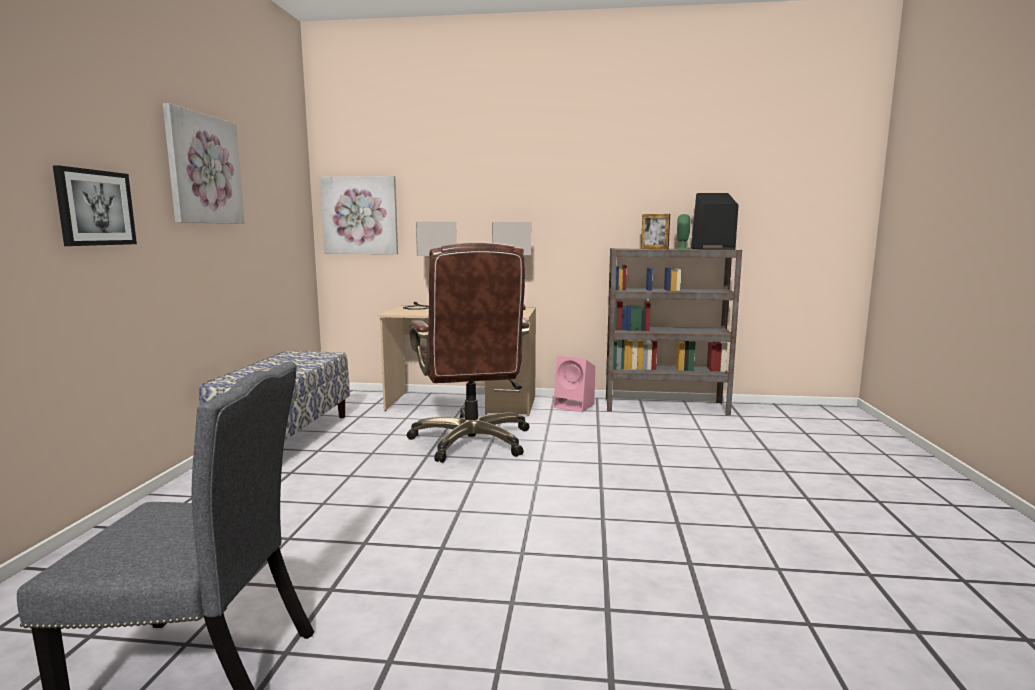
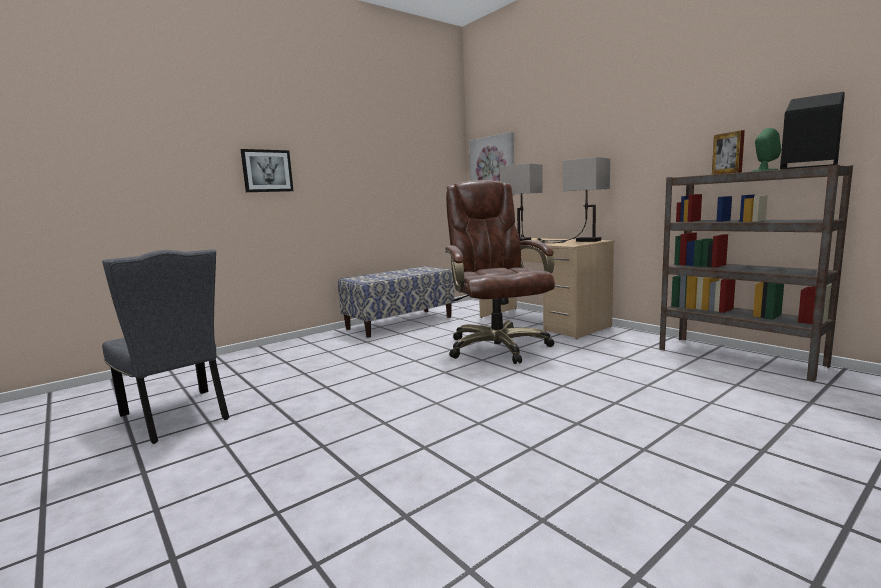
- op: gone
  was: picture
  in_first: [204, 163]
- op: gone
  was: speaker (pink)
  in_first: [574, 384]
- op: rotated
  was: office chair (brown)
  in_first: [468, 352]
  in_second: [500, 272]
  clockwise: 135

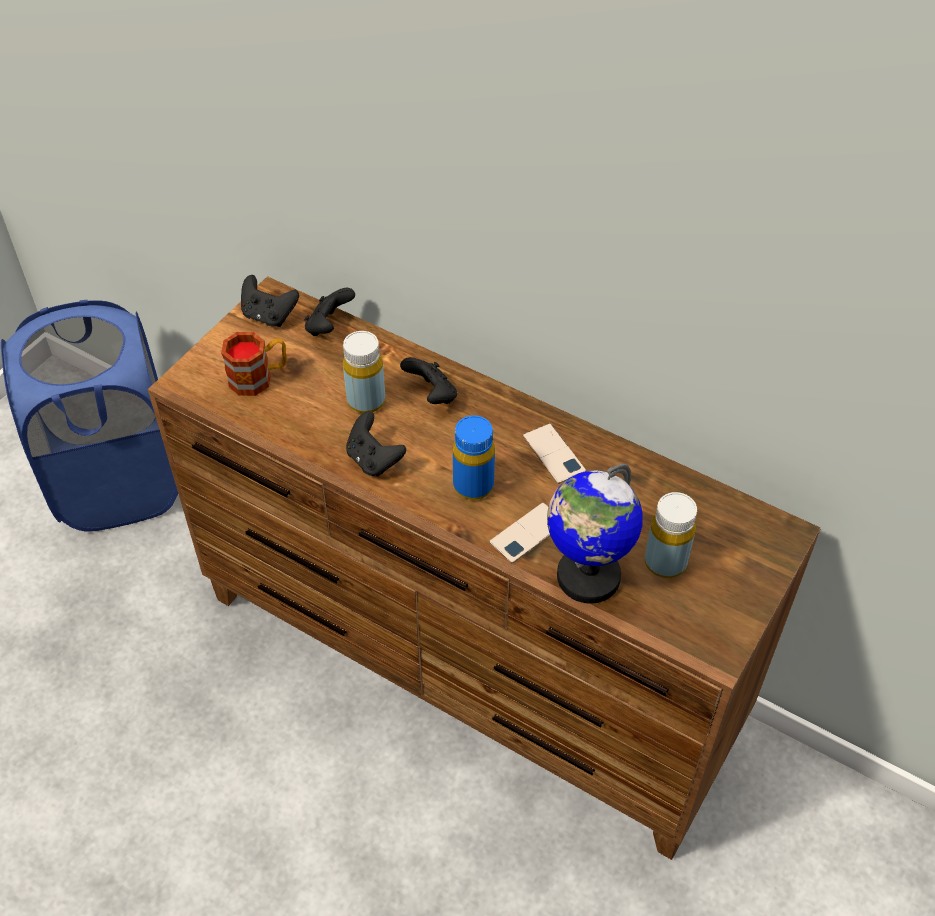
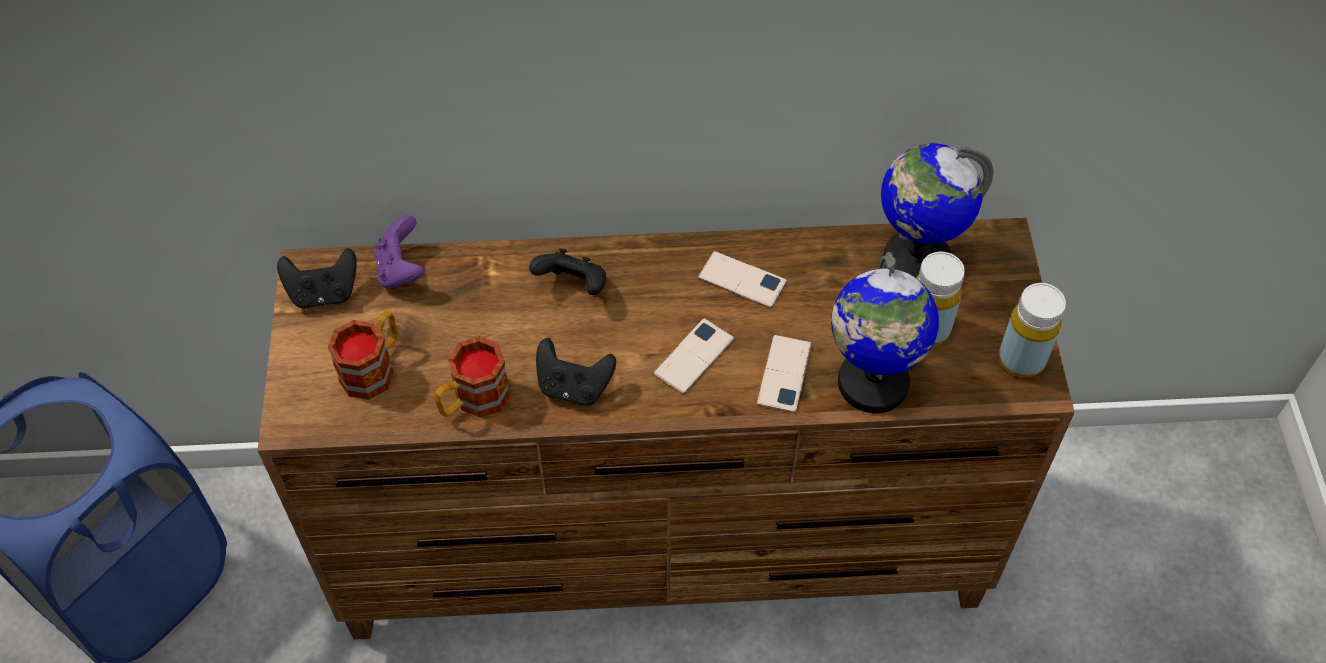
- op: new
  now: mug
  in_second: [472, 377]
- op: new
  now: globe
  in_second: [937, 210]
- op: shifted
  was: bottle (yellow)
  in_first: [364, 372]
  in_second: [1032, 330]
- op: swapped
  was: bottle (blue)
  now: phone
  in_first: [474, 457]
  in_second: [693, 356]
- op: repainted
  was: game controller (black)
  now: game controller (purple)
  in_first: [330, 312]
  in_second: [399, 252]

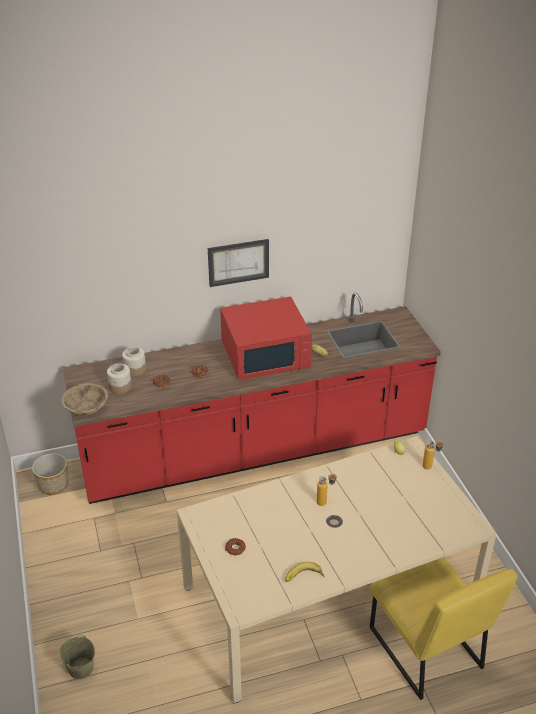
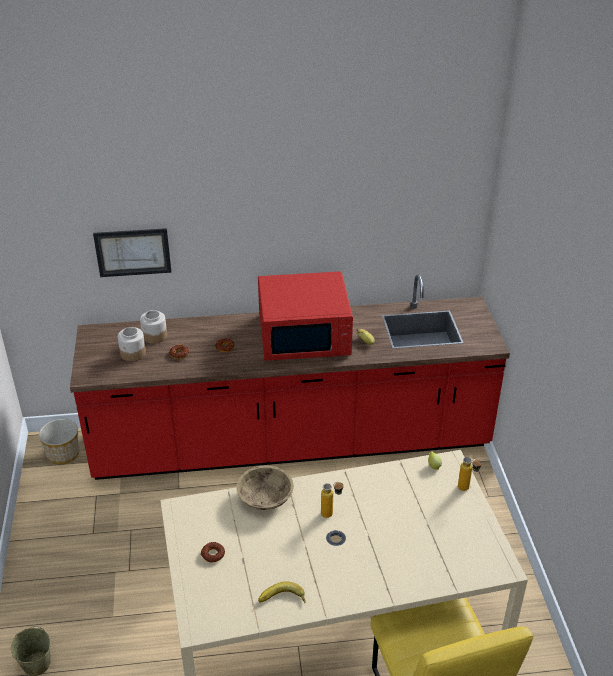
- op: shifted
  was: bowl (beige)
  in_first: [85, 399]
  in_second: [265, 487]
- op: shifted
  was: picture
  in_first: [238, 263]
  in_second: [132, 252]

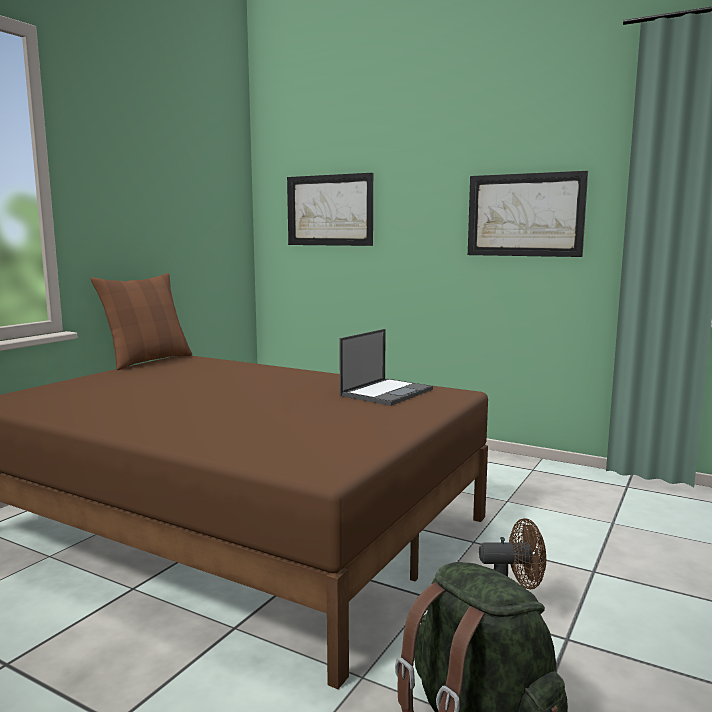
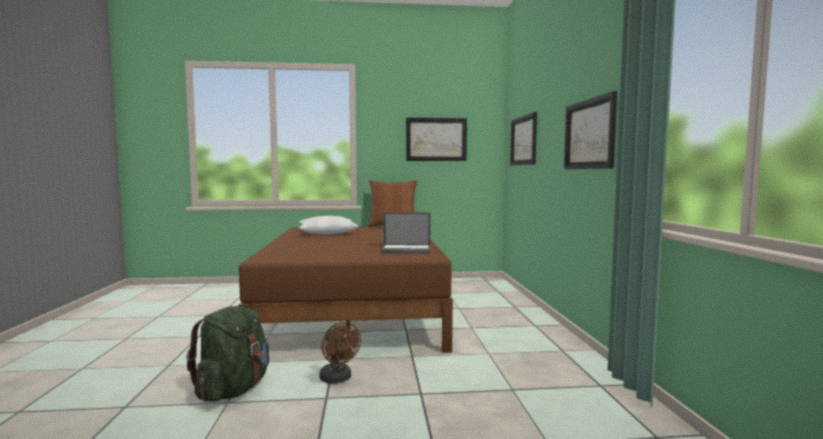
- op: new
  now: pillow (white)
  in_second: [328, 225]
- op: new
  now: picture
  in_second: [436, 139]

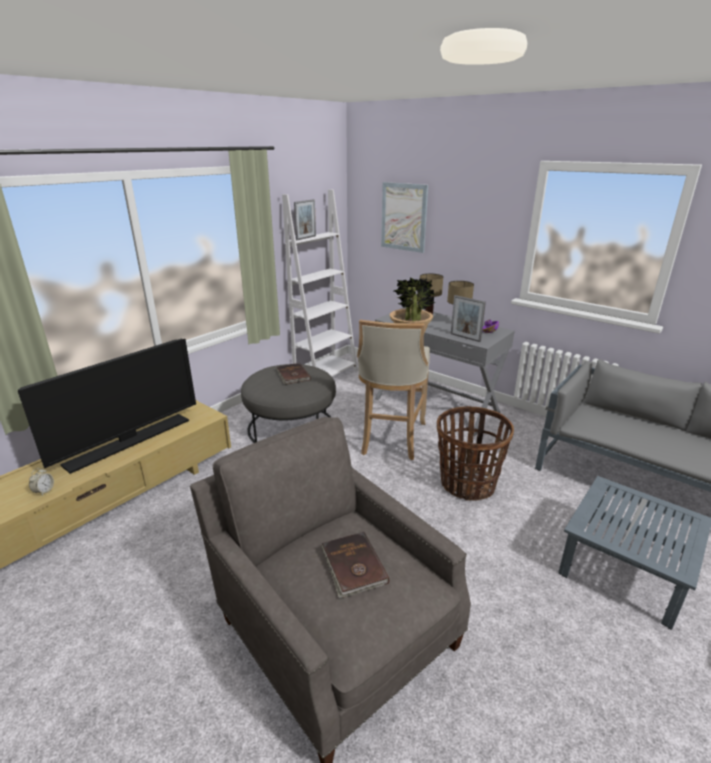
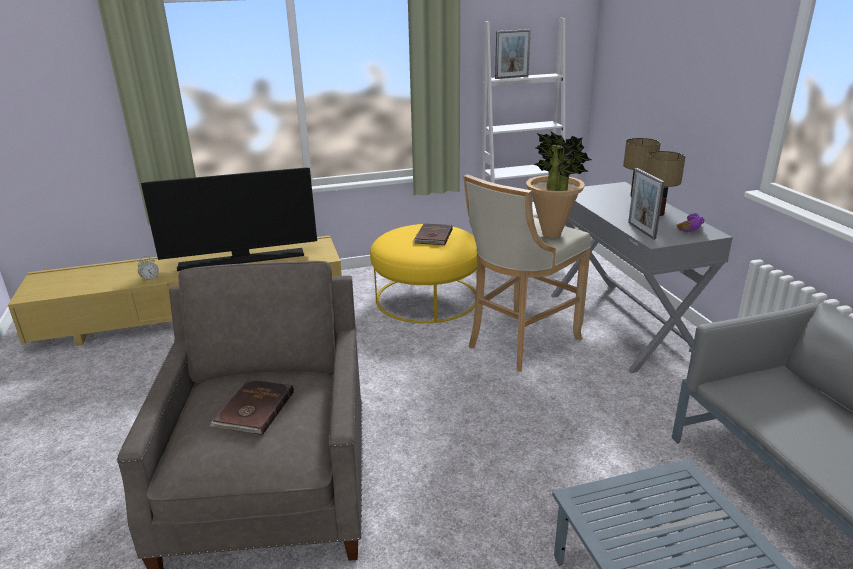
- op: gone
  was: picture
  in_first: [404, 217]
- op: gone
  was: basket
  in_first: [475, 453]
- op: repainted
  was: ottoman (grey)
  now: ottoman (yellow)
  in_first: [288, 403]
  in_second: [423, 273]

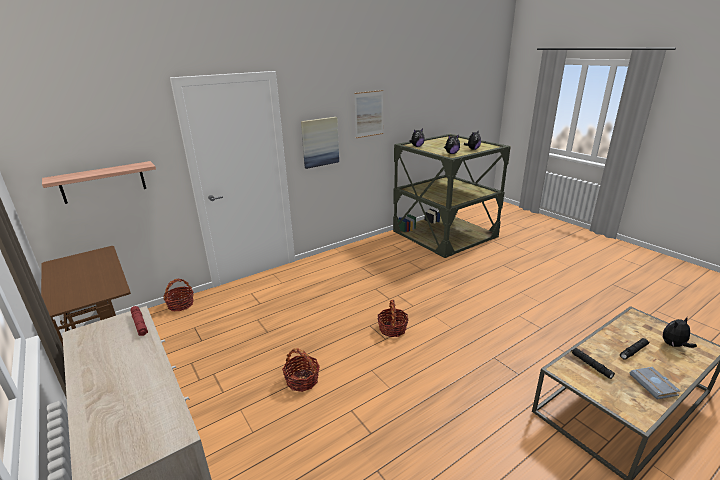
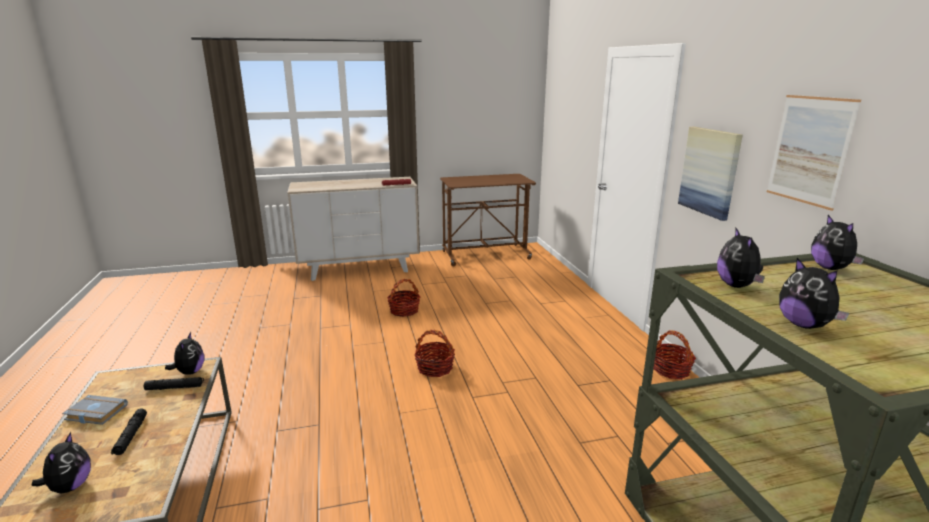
- op: gone
  was: shelf
  in_first: [99, 182]
- op: new
  now: plush toy
  in_second: [184, 353]
- op: shifted
  was: basket
  in_first: [178, 295]
  in_second: [674, 354]

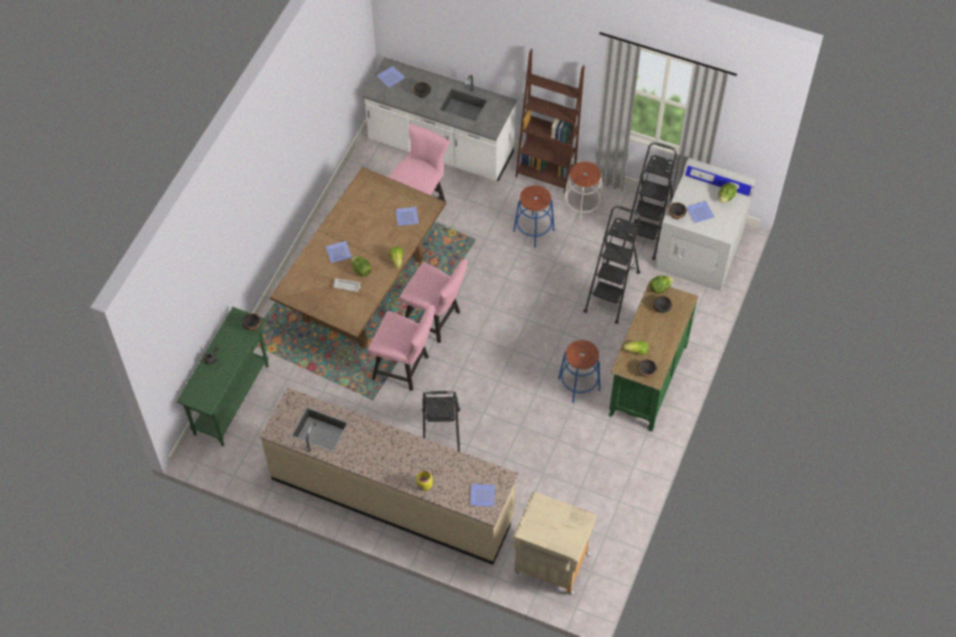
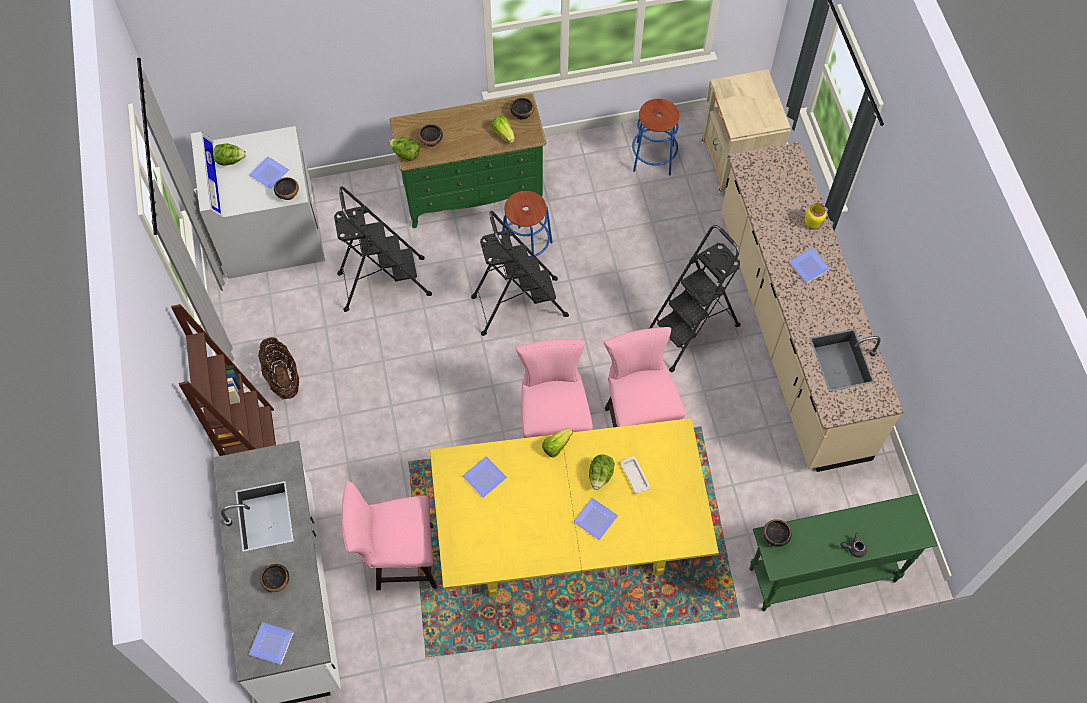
- op: shifted
  was: plate
  in_first: [482, 495]
  in_second: [809, 265]
- op: shifted
  was: stool (blue)
  in_first: [533, 216]
  in_second: [655, 137]
- op: shifted
  was: step ladder
  in_first: [649, 201]
  in_second: [520, 273]
- op: swapped
  was: stool (white)
  now: basket
  in_first: [582, 193]
  in_second: [278, 368]
- op: repainted
  was: dining table (brown)
  now: dining table (yellow)
  in_first: [358, 258]
  in_second: [574, 507]

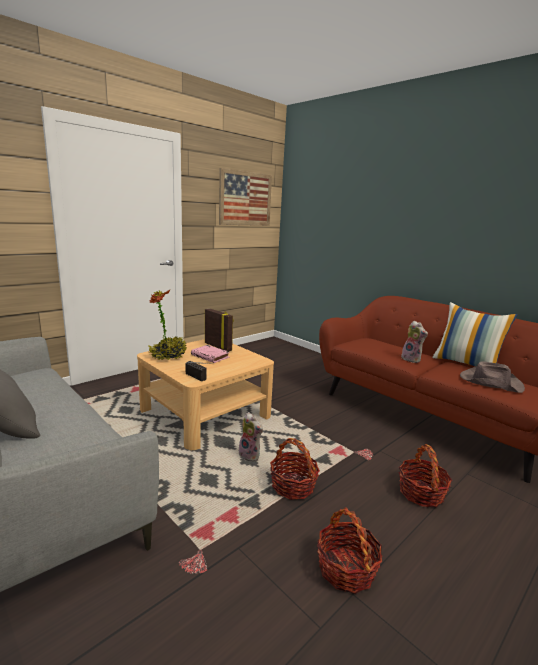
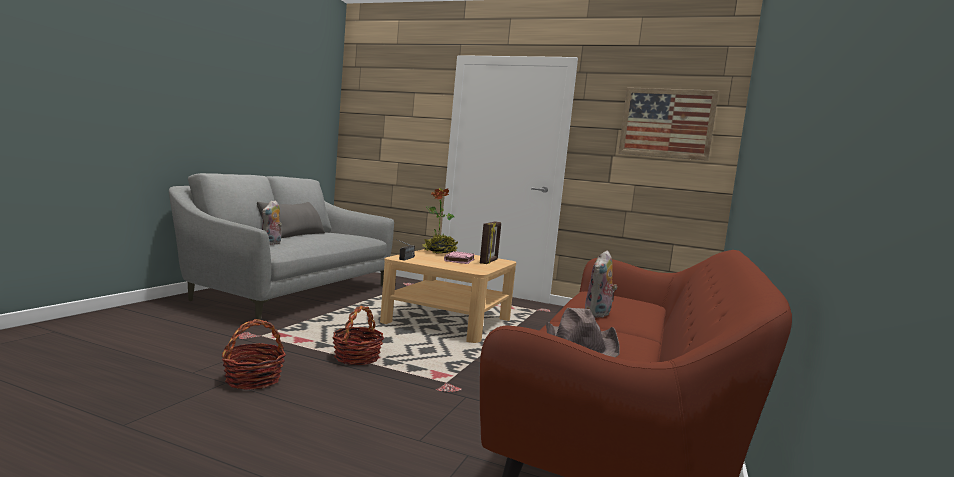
- op: gone
  was: basket
  in_first: [425, 475]
- op: gone
  was: pillow
  in_first: [474, 334]
- op: shifted
  was: plush toy
  in_first: [251, 436]
  in_second: [272, 222]

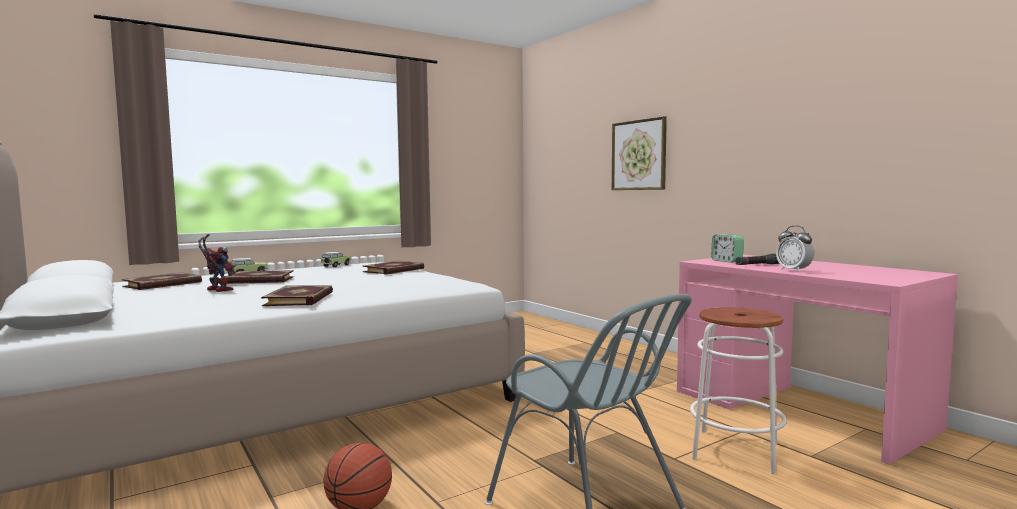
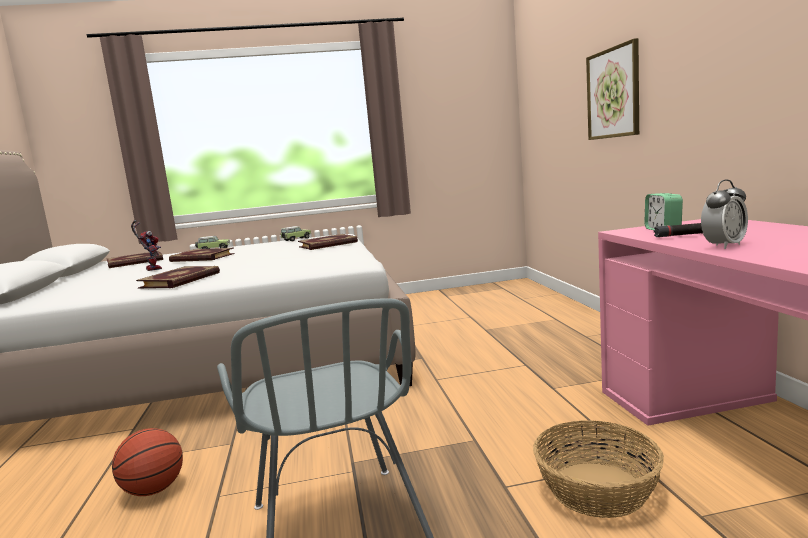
- op: swapped
  was: stool (white)
  now: basket
  in_first: [738, 390]
  in_second: [598, 469]
- op: rotated
  was: alarm clock
  in_first: [795, 249]
  in_second: [724, 214]
  clockwise: -120

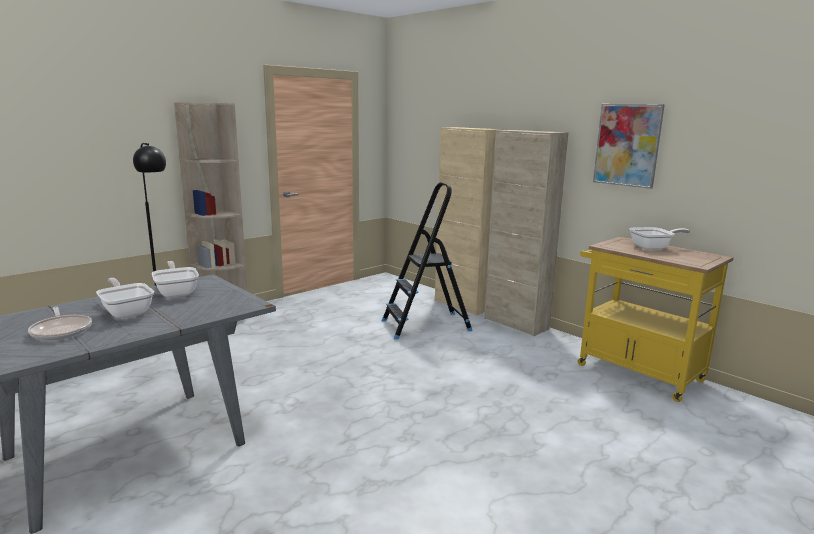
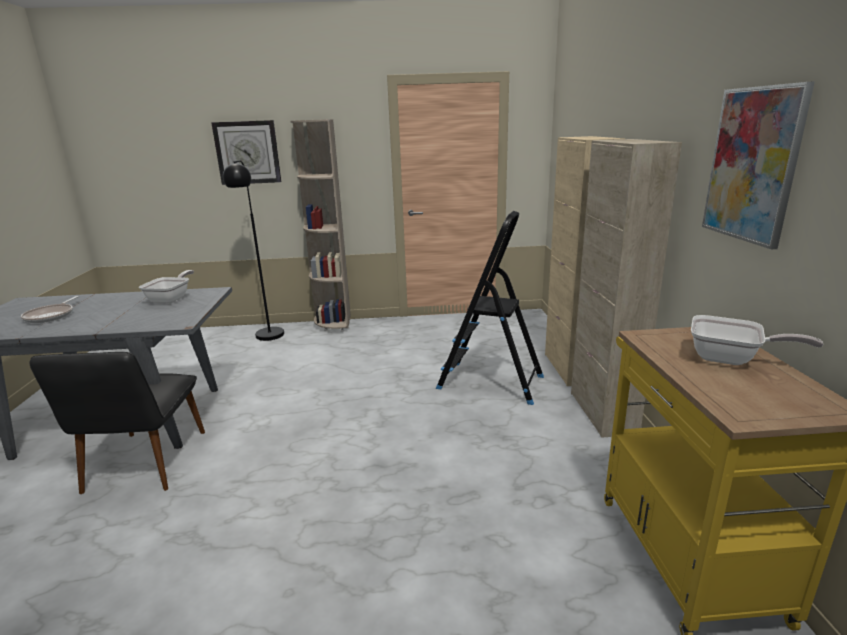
- op: gone
  was: frying pan
  in_first: [125, 298]
- op: new
  now: chair (black)
  in_second: [117, 423]
- op: new
  now: wall clock
  in_second: [246, 152]

